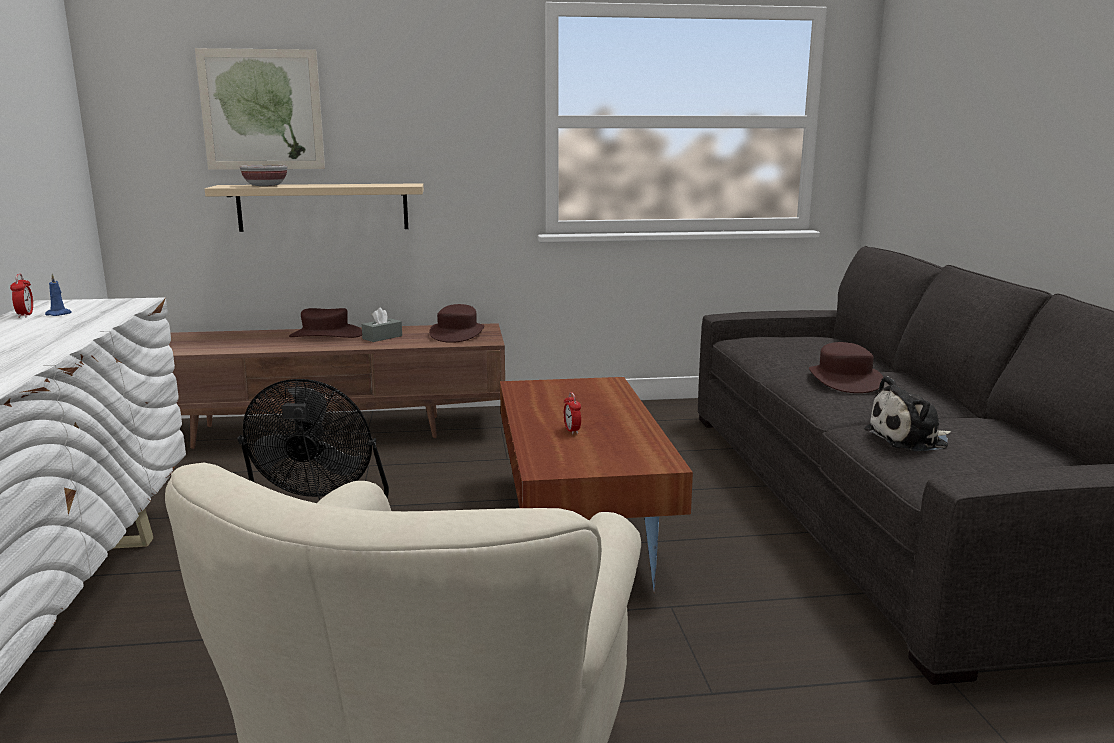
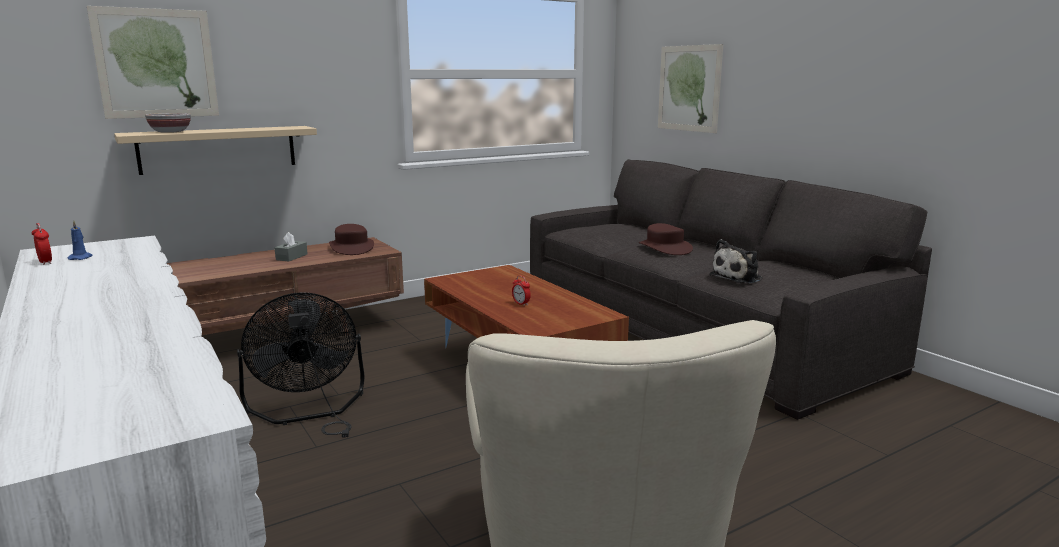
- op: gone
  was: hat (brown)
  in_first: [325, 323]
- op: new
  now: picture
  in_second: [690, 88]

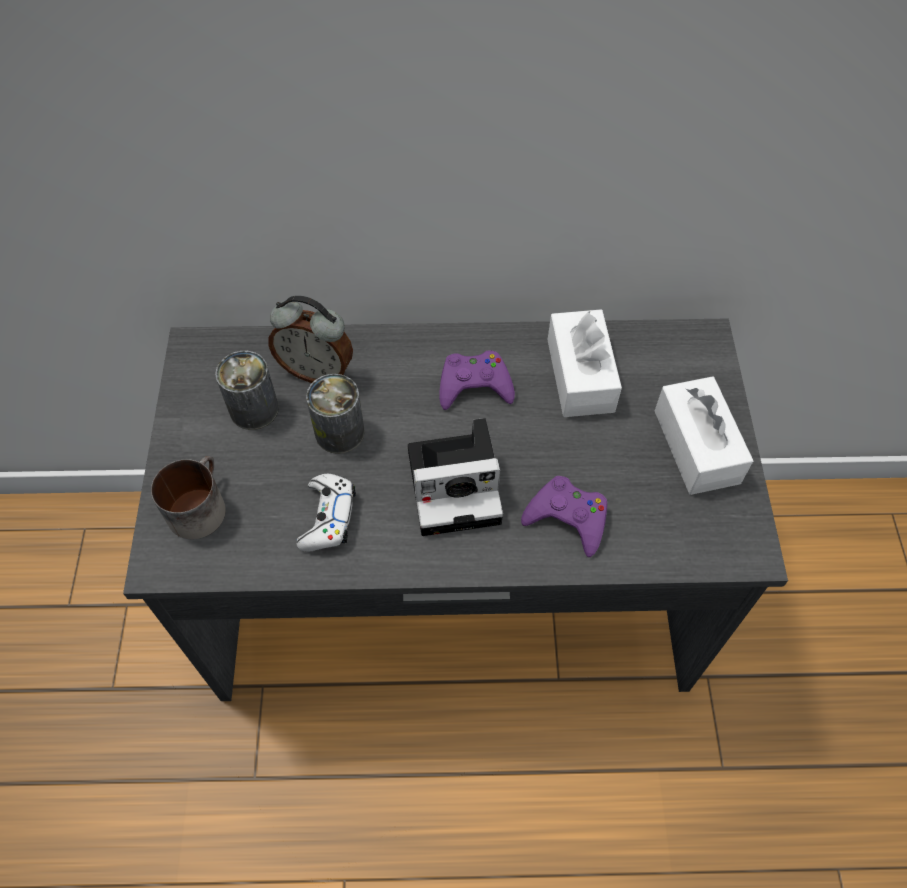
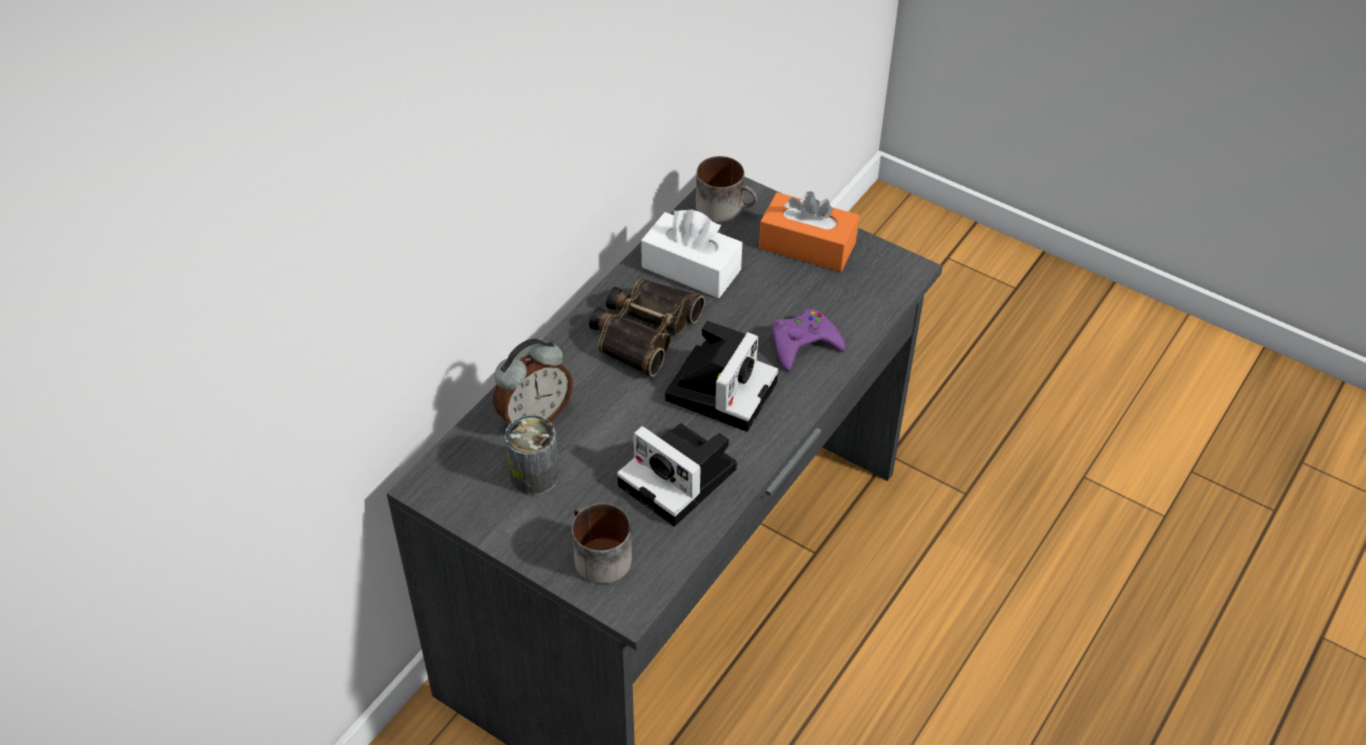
- op: gone
  was: can
  in_first: [335, 414]
- op: new
  now: mug
  in_second: [726, 189]
- op: swapped
  was: game controller (white)
  now: photo camera
  in_first: [326, 513]
  in_second: [677, 475]
- op: swapped
  was: game controller (purple)
  now: binoculars
  in_first: [477, 380]
  in_second: [647, 327]
- op: repainted
  was: tissue box (white)
  now: tissue box (orange)
  in_first: [704, 435]
  in_second: [809, 231]

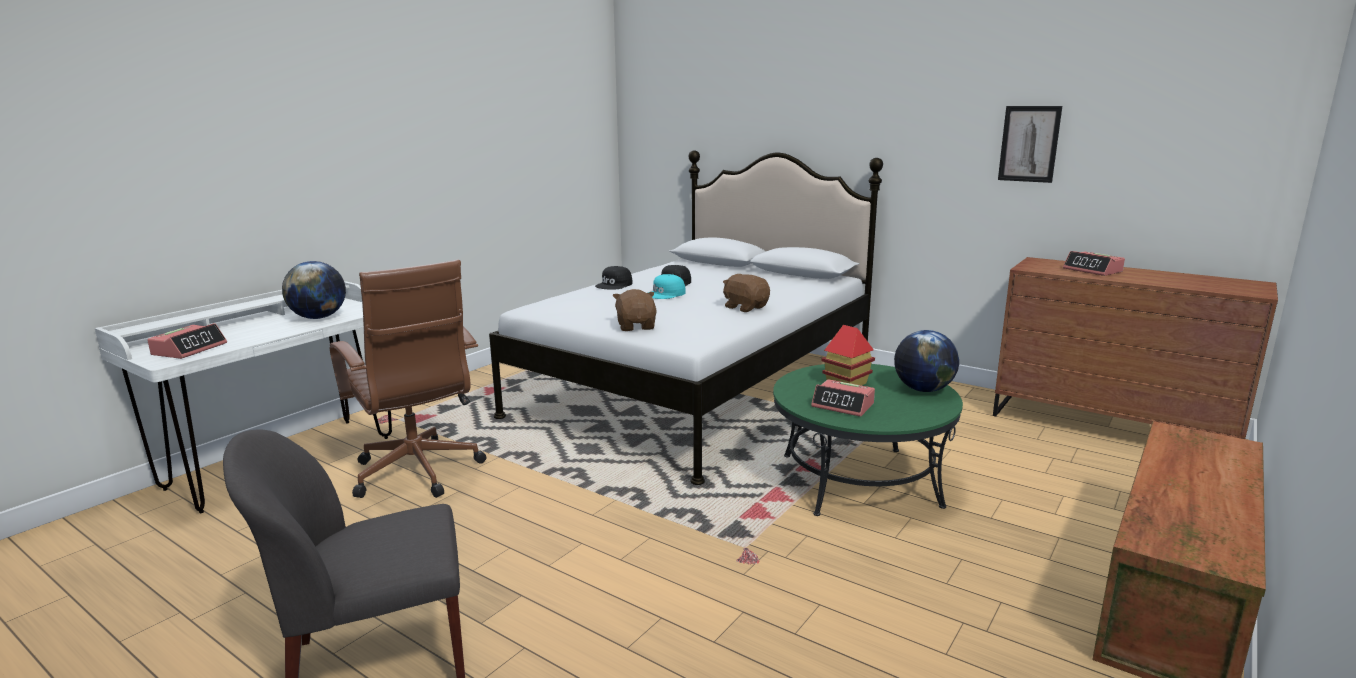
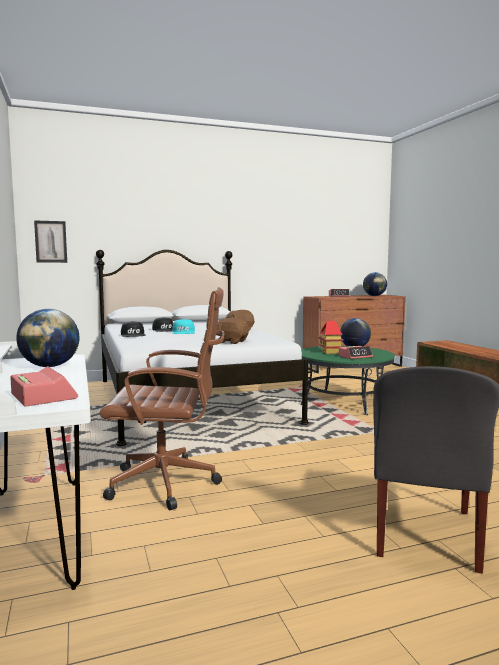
- op: new
  now: globe
  in_second: [375, 284]
- op: shifted
  was: picture
  in_first: [1030, 144]
  in_second: [50, 241]

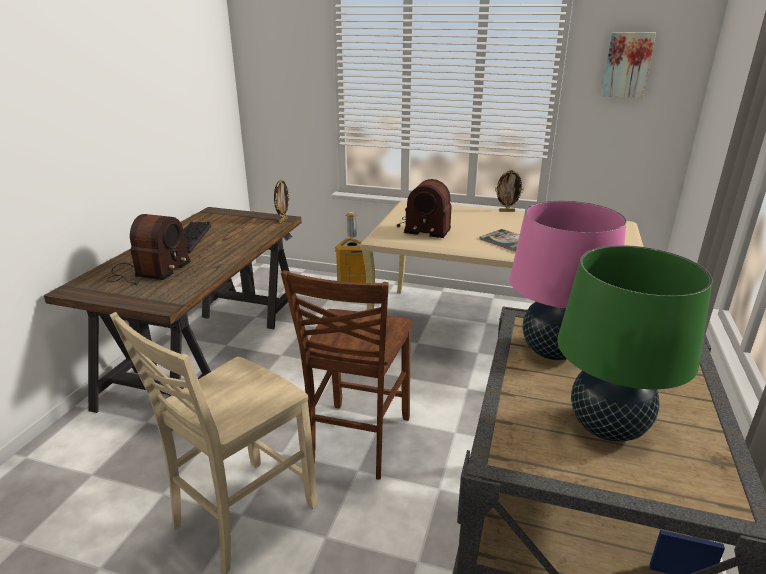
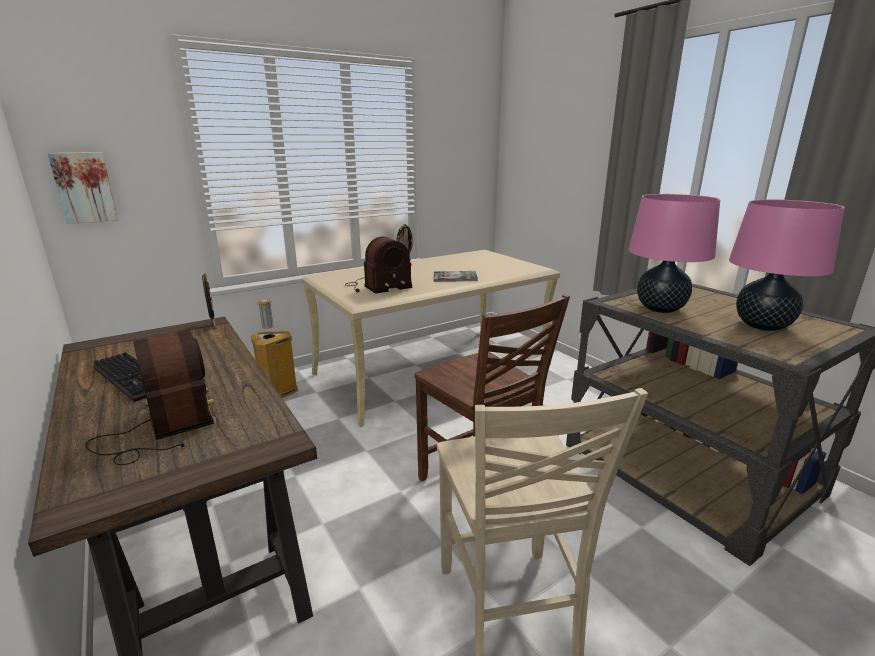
- op: shifted
  was: picture
  in_first: [628, 65]
  in_second: [82, 188]
- op: repainted
  was: table lamp (green)
  now: table lamp (pink)
  in_first: [635, 343]
  in_second: [787, 265]

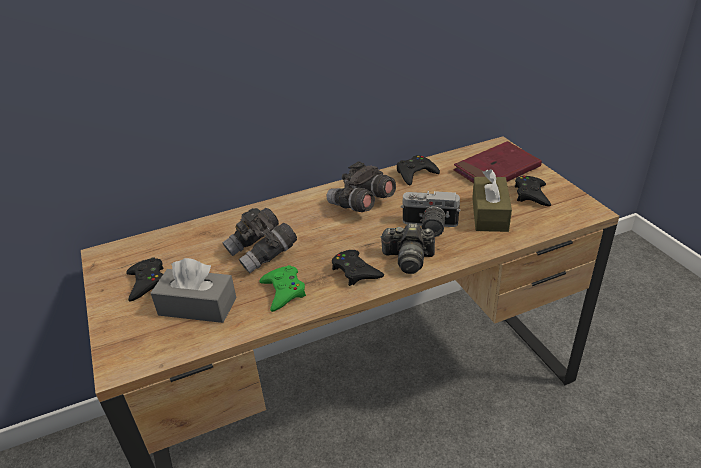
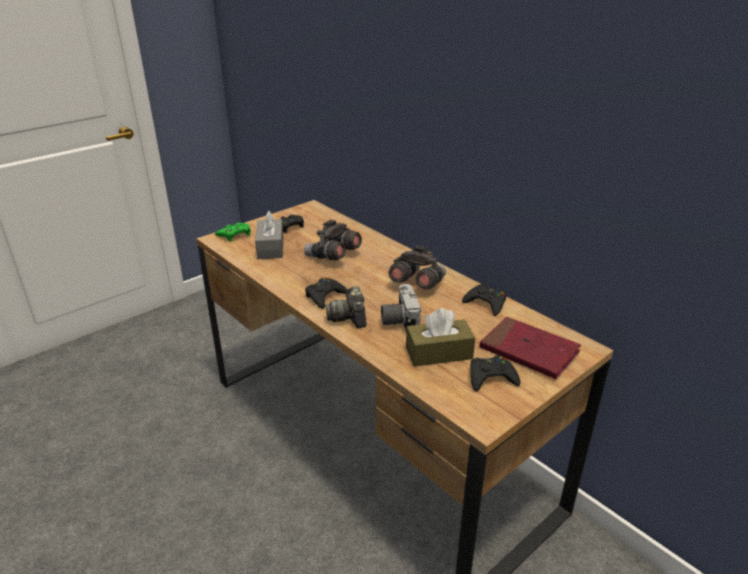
- op: shifted
  was: game controller (green)
  in_first: [282, 288]
  in_second: [233, 232]

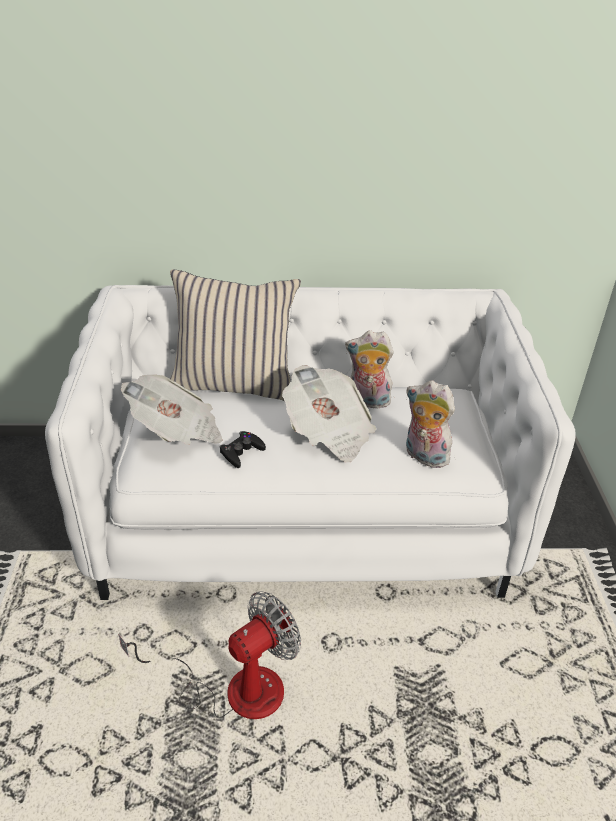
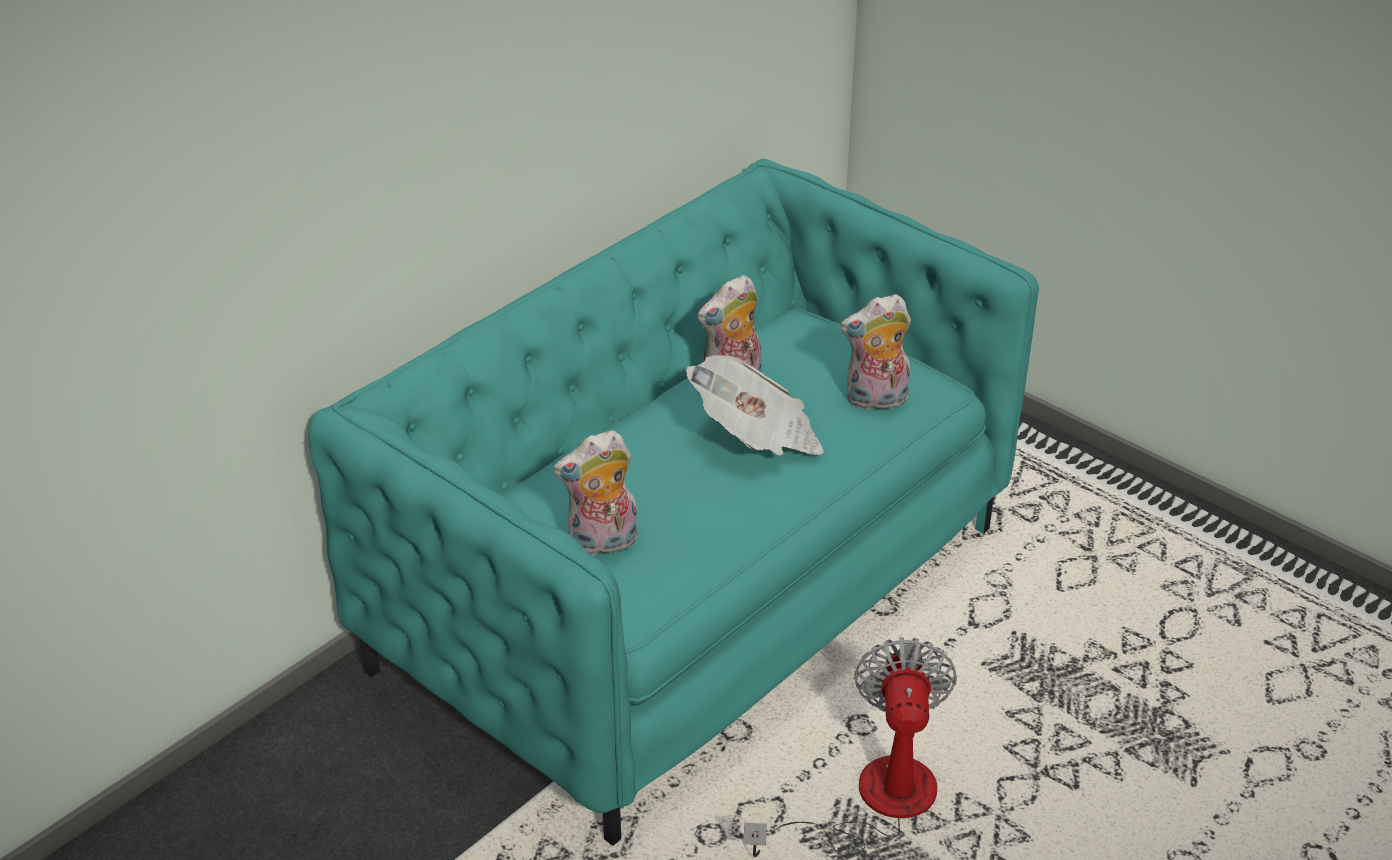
- op: gone
  was: pillow (beige)
  in_first: [235, 335]
- op: gone
  was: game controller (black)
  in_first: [242, 449]
- op: swapped
  was: newspaper
  now: plush toy
  in_first: [172, 410]
  in_second: [595, 493]
- op: repainted
  was: sofa (white)
  now: sofa (turquoise)
  in_first: [310, 442]
  in_second: [673, 502]

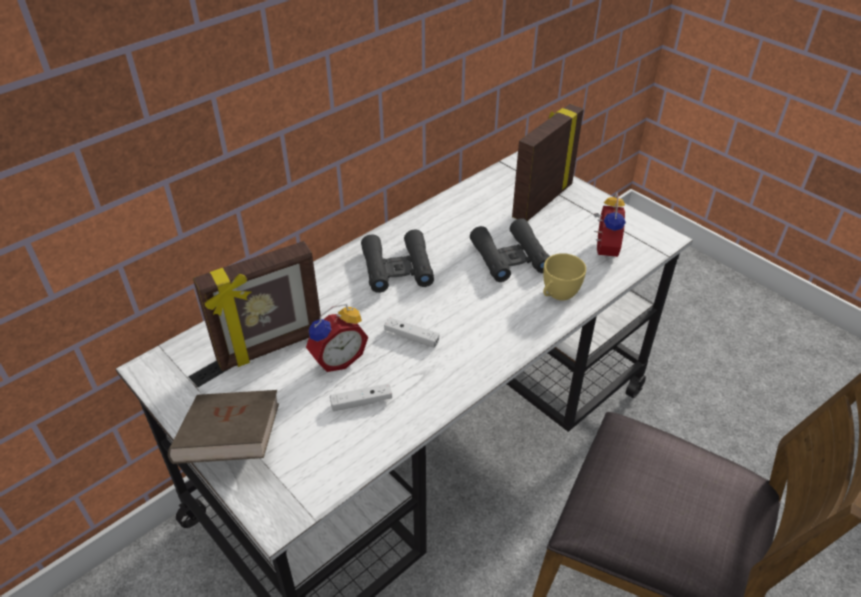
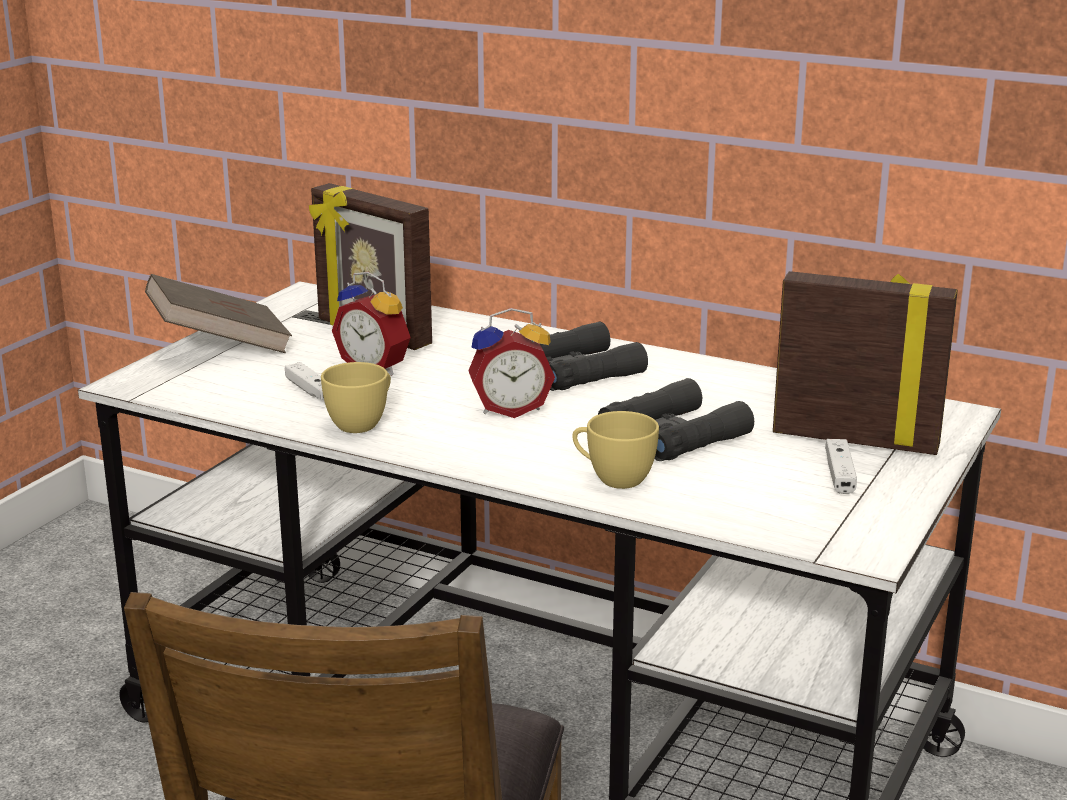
- op: new
  now: cup (yellow)
  in_second: [356, 397]
- op: shifted
  was: game controller (white)
  in_first: [412, 332]
  in_second: [841, 466]
- op: shifted
  was: alarm clock
  in_first: [610, 226]
  in_second: [511, 363]

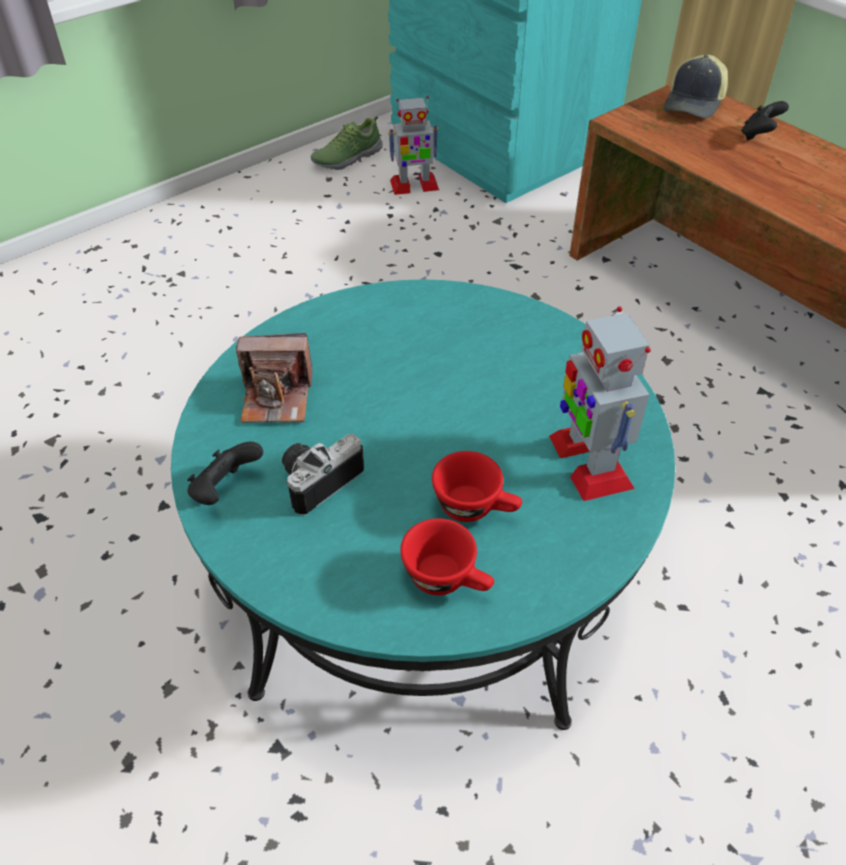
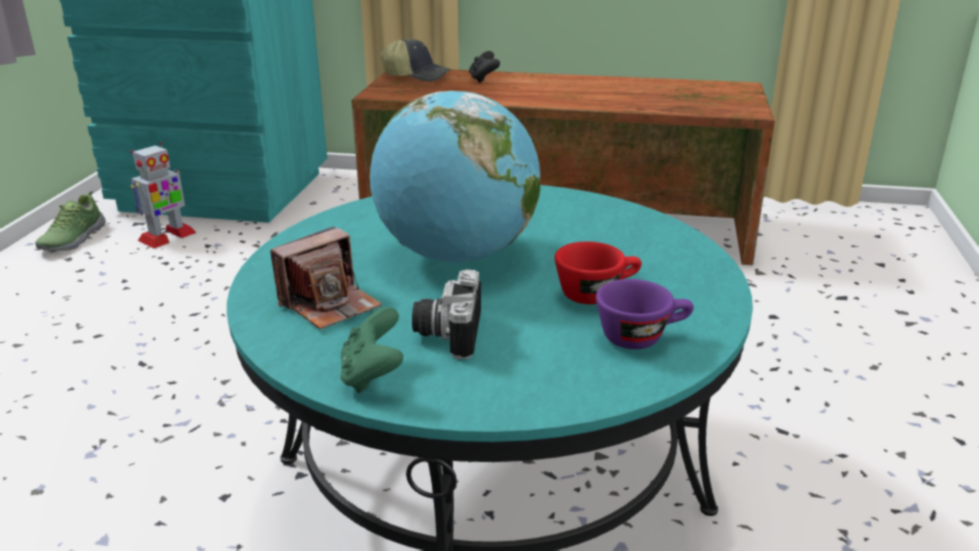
- op: gone
  was: toy robot
  in_first: [600, 403]
- op: new
  now: globe
  in_second: [455, 177]
- op: repainted
  was: game controller (black)
  now: game controller (green)
  in_first: [225, 473]
  in_second: [371, 350]
- op: repainted
  was: cup (red)
  now: cup (purple)
  in_first: [447, 556]
  in_second: [645, 314]
- op: rotated
  was: cap
  in_first: [695, 86]
  in_second: [416, 60]
  clockwise: -60

